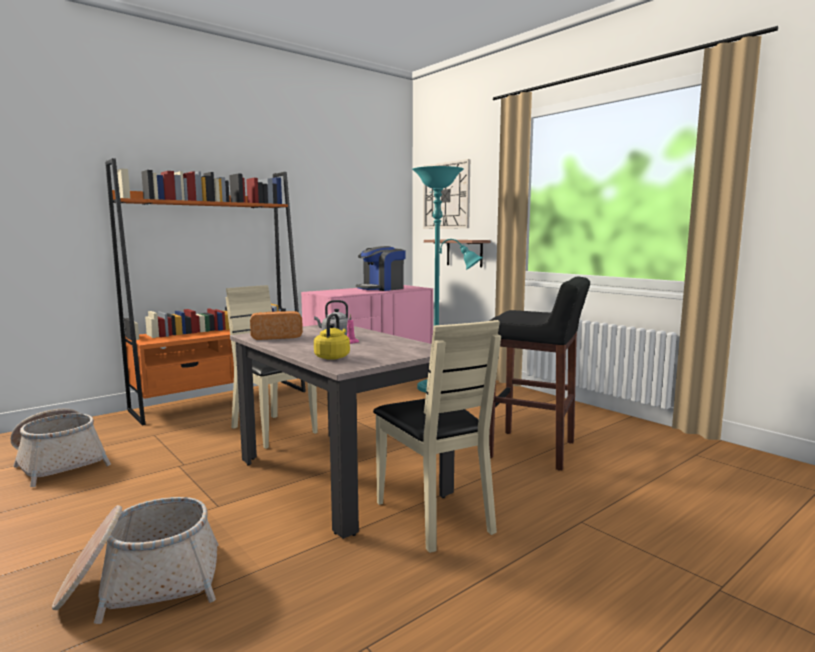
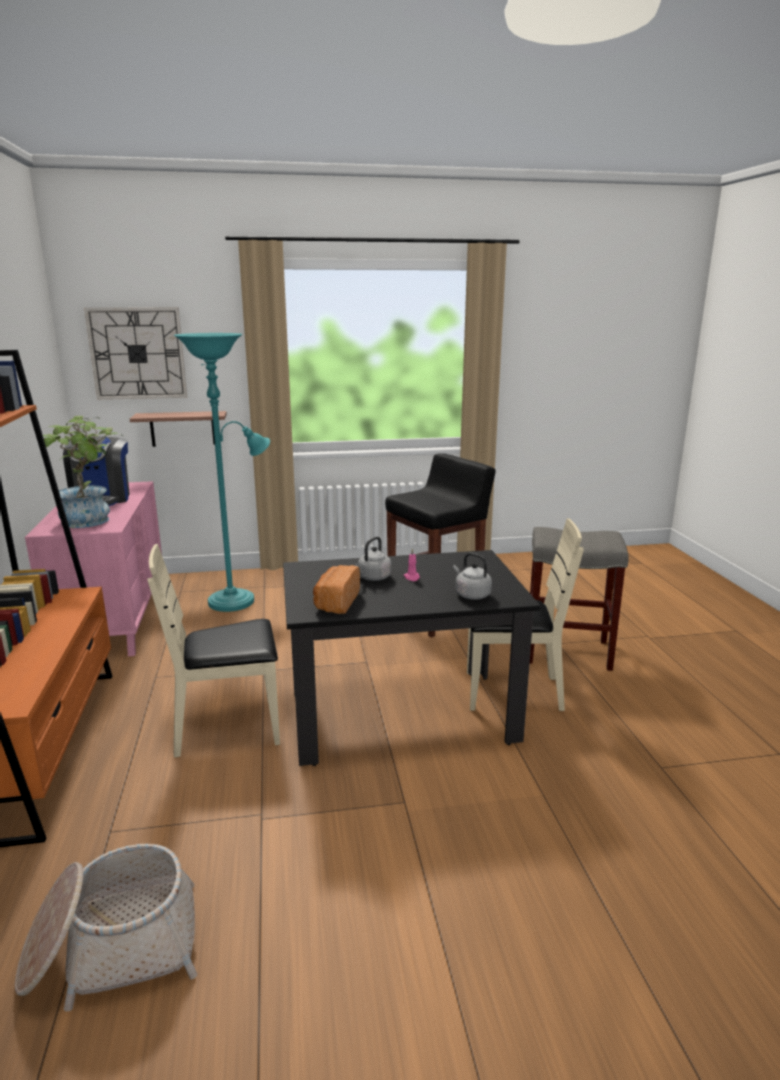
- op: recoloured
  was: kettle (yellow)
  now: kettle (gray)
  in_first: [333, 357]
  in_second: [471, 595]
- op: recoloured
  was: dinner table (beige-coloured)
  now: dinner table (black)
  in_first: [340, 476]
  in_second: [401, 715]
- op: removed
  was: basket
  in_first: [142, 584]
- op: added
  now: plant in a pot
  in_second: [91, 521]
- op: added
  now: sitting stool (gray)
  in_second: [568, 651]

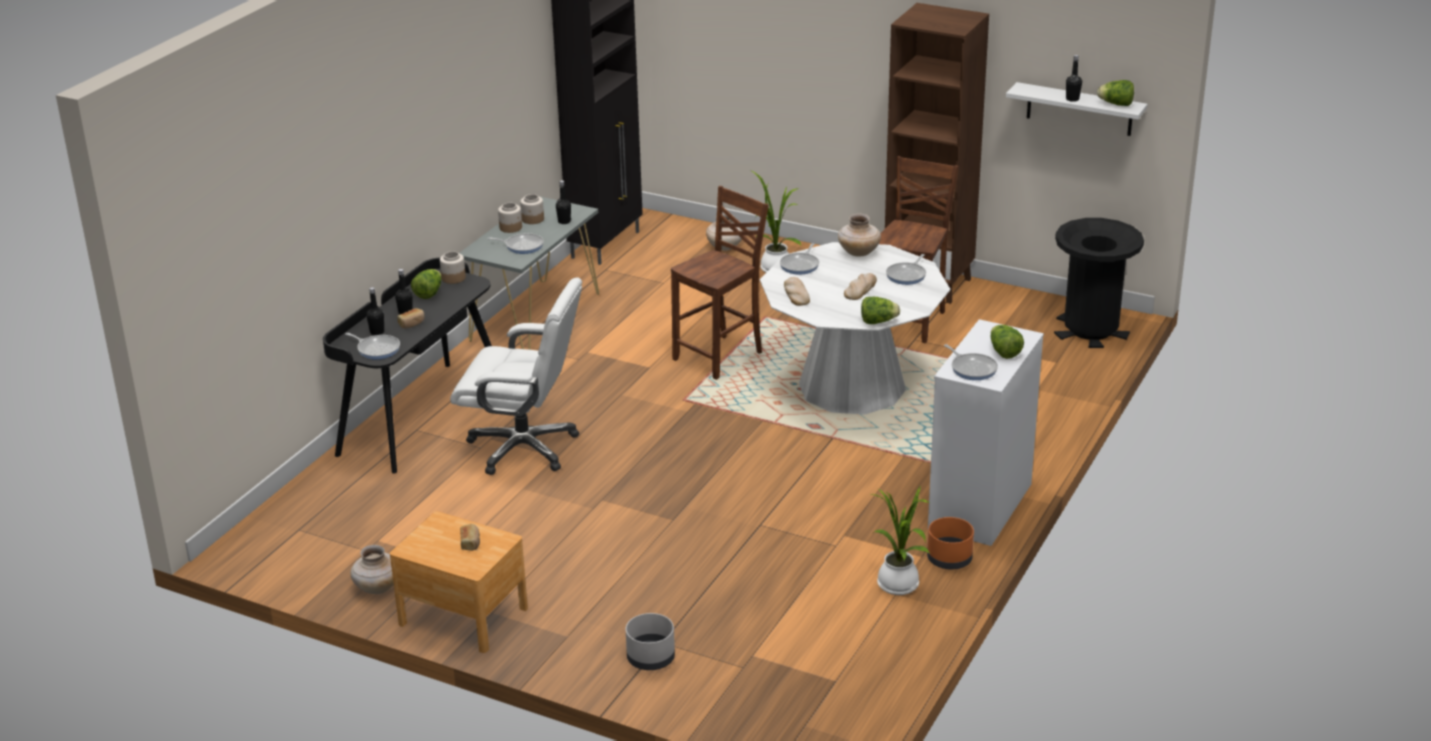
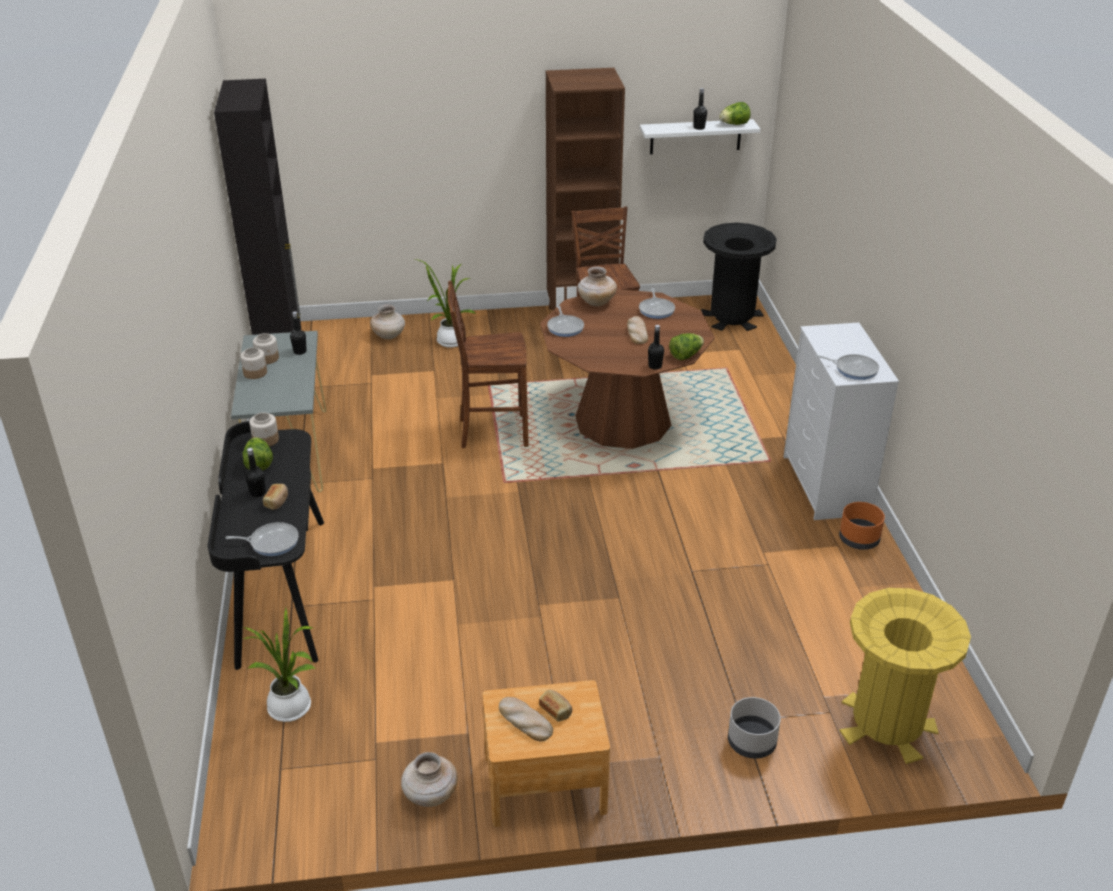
- op: turned
  was: chair (brown)
  in_first: [721, 356]
  in_second: [491, 432]
  clockwise: -105
- op: removed
  was: pan
  in_first: [522, 246]
- op: recoloured
  was: dinner table (whitish)
  now: dinner table (brown)
  in_first: [852, 387]
  in_second: [623, 421]
- op: removed
  was: office chair (whitish)
  in_first: [524, 447]
- op: moved
  was: bakery bread
  in_first: [796, 294]
  in_second: [524, 721]
- op: moved
  was: beverage bottle (black)
  in_first: [377, 332]
  in_second: [655, 366]
- op: removed
  was: lettuce
  in_first: [1004, 352]
- op: moved
  was: plant in a pot
  in_first: [899, 586]
  in_second: [292, 709]
- op: added
  now: trash can (yellow)
  in_second: [887, 724]

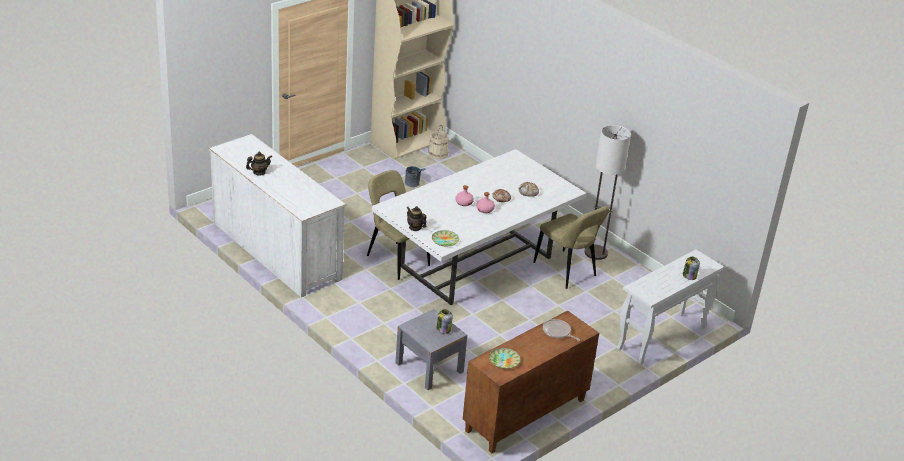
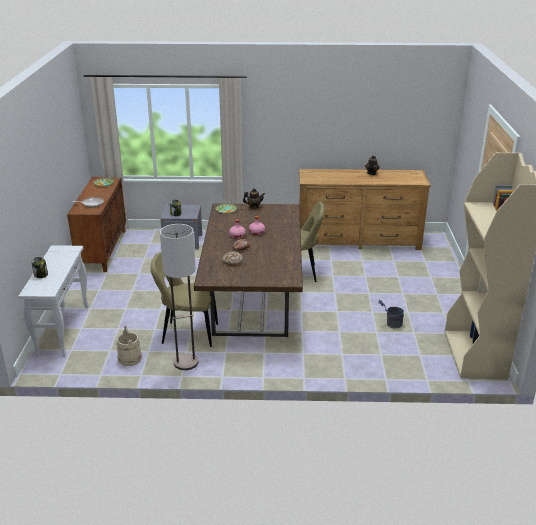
- op: moved
  was: pail (beige-coloured)
  in_first: [438, 154]
  in_second: [130, 358]
- op: recoloured
  was: drawer chest (whitish)
  now: drawer chest (brown)
  in_first: [276, 250]
  in_second: [358, 240]
- op: recoloured
  was: dinner table (whitish)
  now: dinner table (brown)
  in_first: [474, 262]
  in_second: [253, 300]

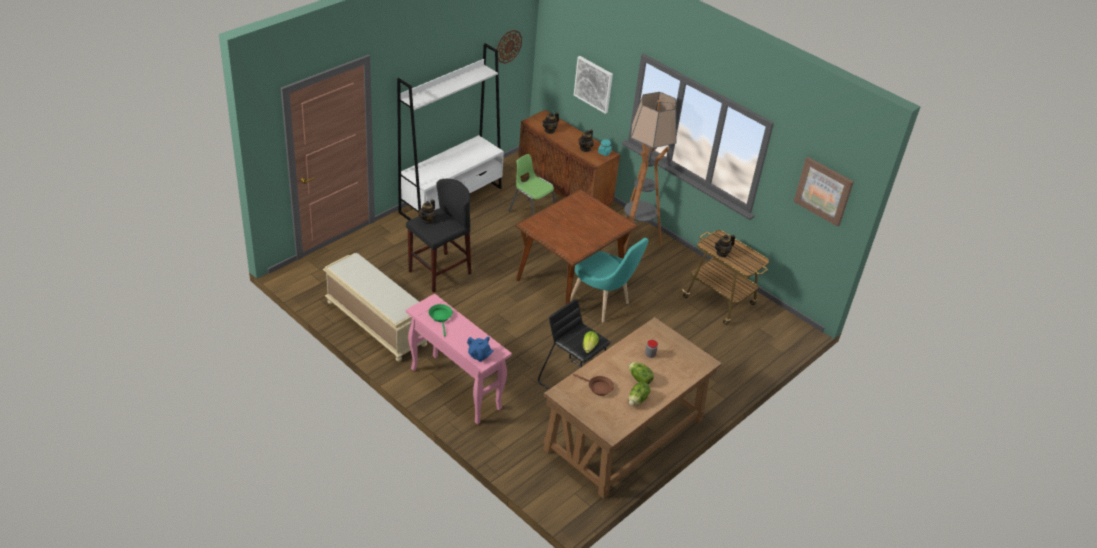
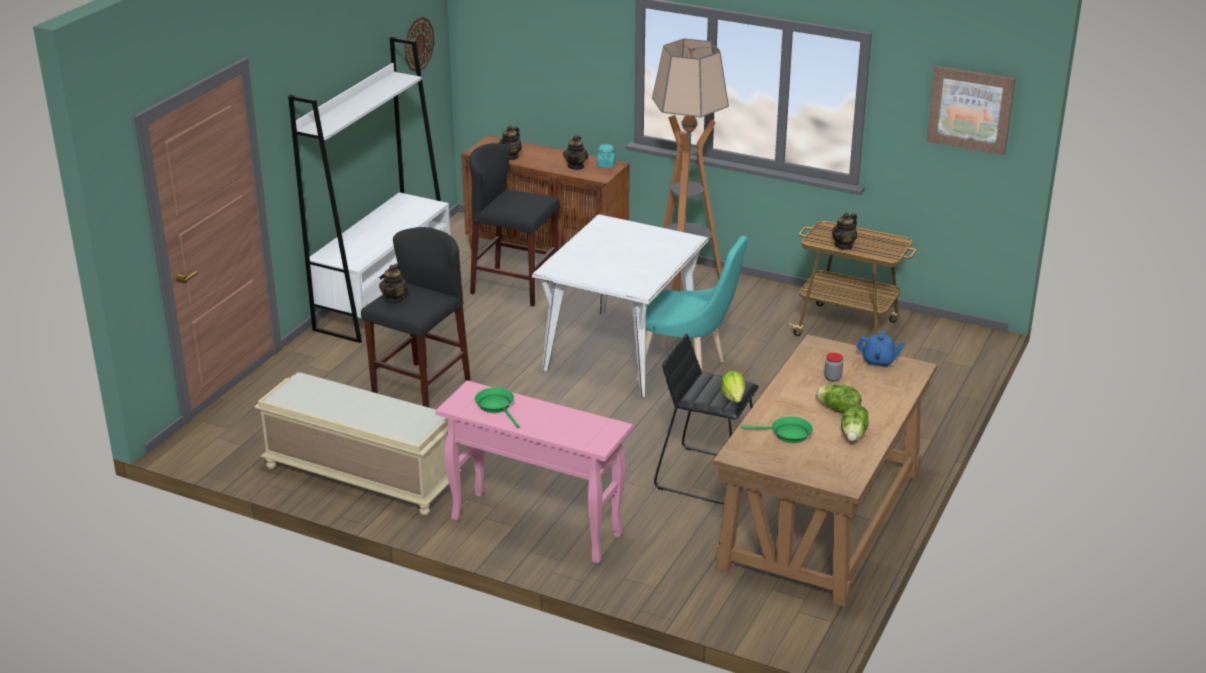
- op: removed
  was: picture
  in_first: [593, 84]
- op: replaced
  was: chair (greenish)
  now: sitting stool (black)
  in_first: [531, 213]
  in_second: [514, 287]
- op: recoloured
  was: dinner table (brown)
  now: dinner table (whitish)
  in_first: [570, 279]
  in_second: [621, 352]
- op: moved
  was: teapot (bluish)
  in_first: [479, 355]
  in_second: [878, 361]
- op: recoloured
  was: pan (brown)
  now: pan (greenish)
  in_first: [598, 388]
  in_second: [787, 434]

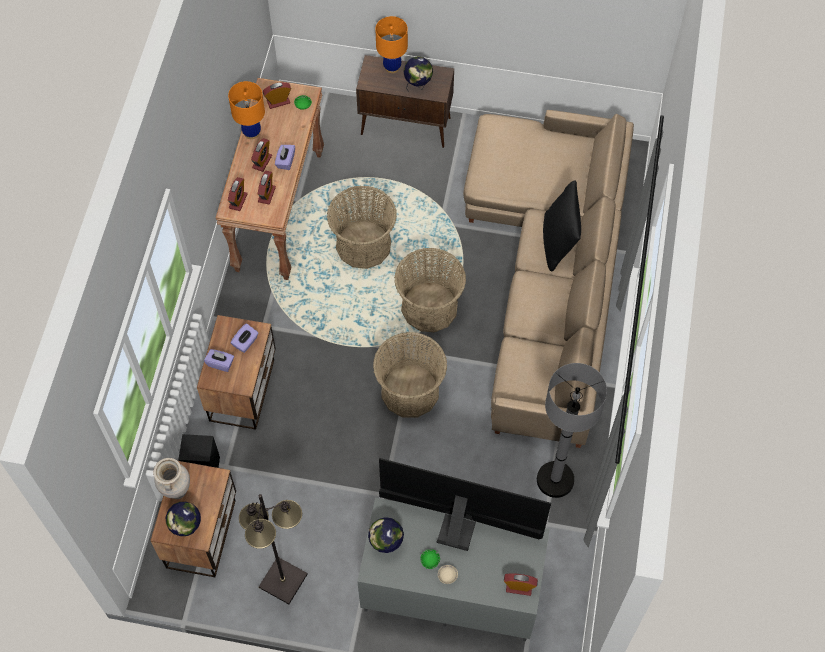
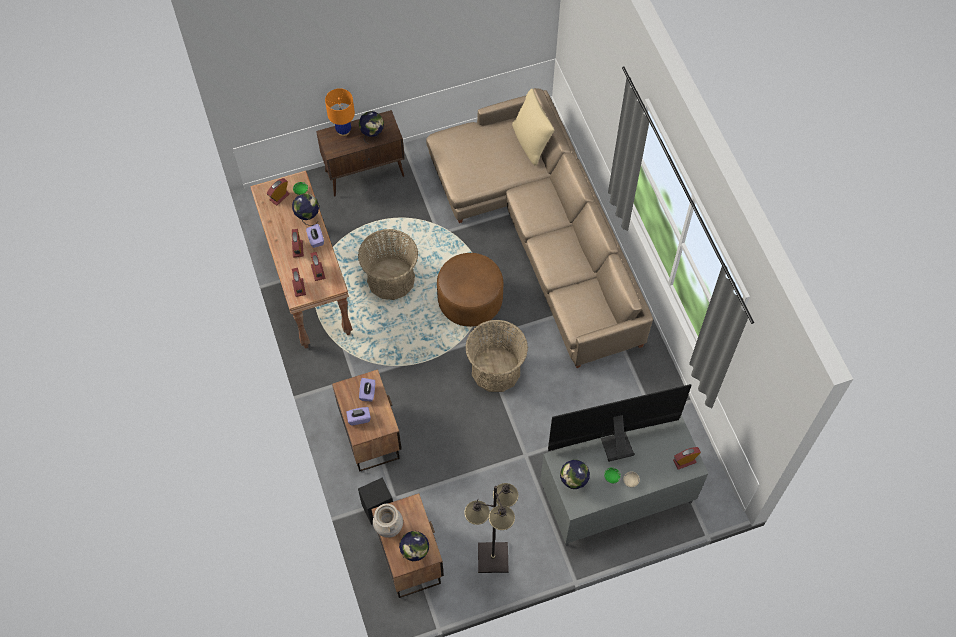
- op: removed
  was: tabletop lamp (orange)
  in_first: [252, 132]
- op: removed
  was: throw pillow (black)
  in_first: [558, 243]
- op: replaced
  was: basket
  now: ottoman (brown)
  in_first: [429, 307]
  in_second: [470, 301]
- op: removed
  was: standard lamp (gray)
  in_first: [555, 480]
- op: added
  now: throw pillow (beige-coloured)
  in_second: [531, 143]
- op: added
  now: world globe
  in_second: [308, 217]

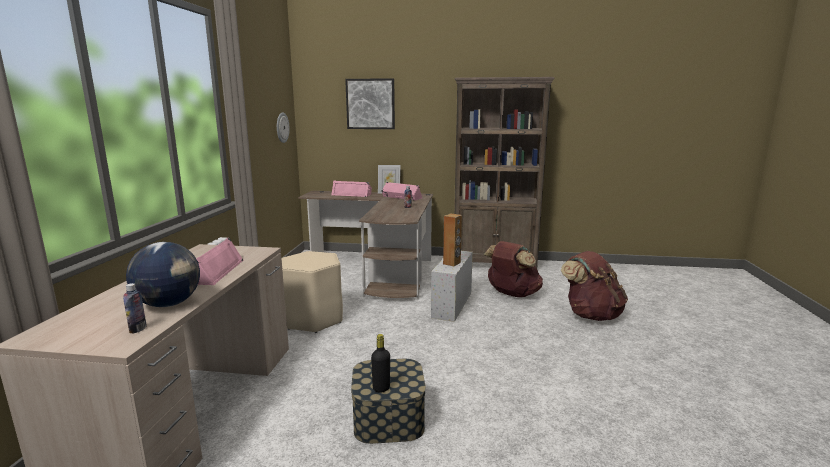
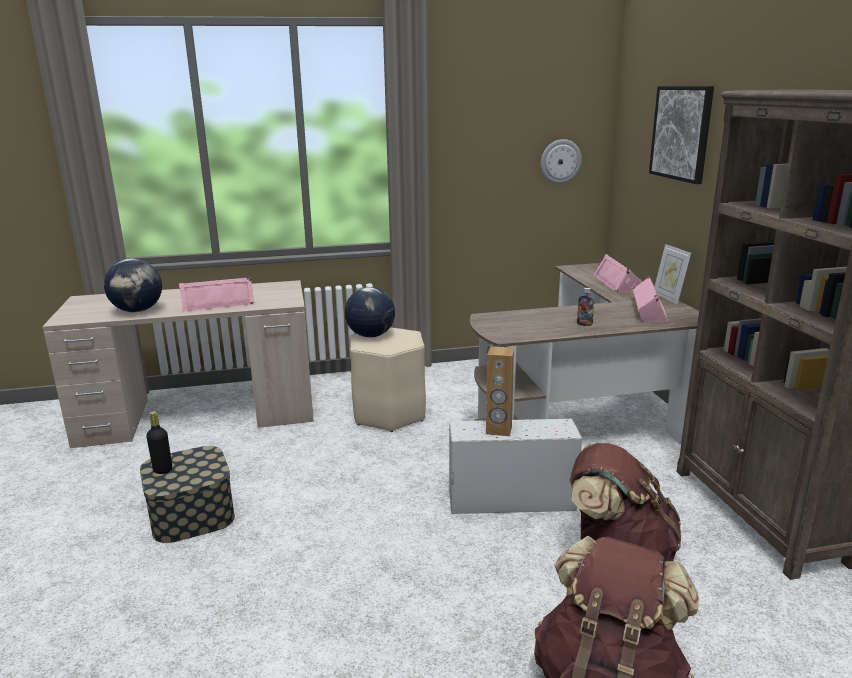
- op: removed
  was: beverage bottle
  in_first: [138, 329]
- op: added
  now: world globe
  in_second: [371, 335]

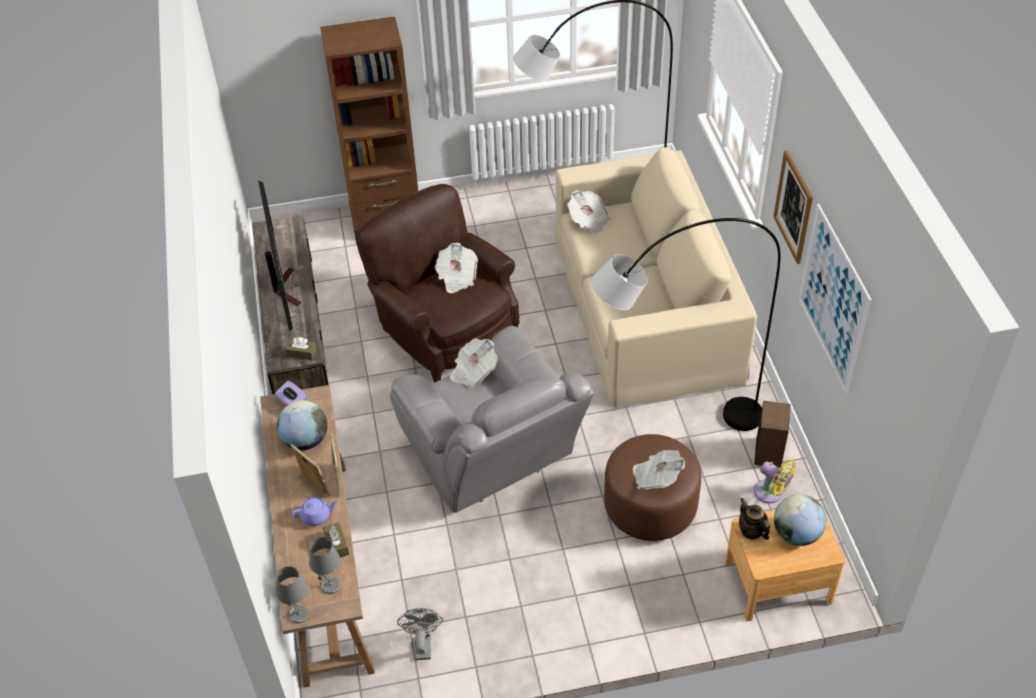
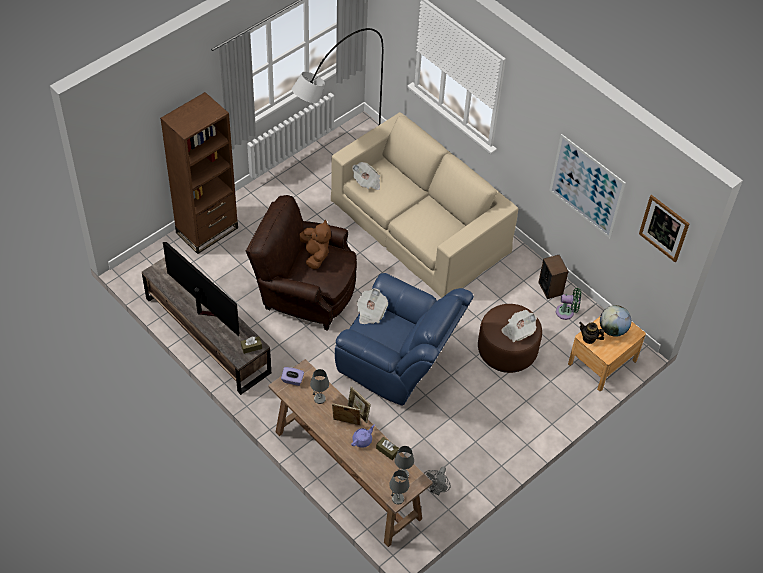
- op: moved
  was: picture
  in_first: [793, 207]
  in_second: [664, 228]
- op: removed
  was: standard lamp (gray)
  in_first: [670, 428]
- op: replaced
  was: daily paper
  now: soft toy (brown)
  in_first: [457, 277]
  in_second: [315, 255]
- op: recoloured
  was: easy chair (gray)
  now: easy chair (bluish)
  in_first: [494, 462]
  in_second: [399, 364]
- op: replaced
  was: world globe
  now: tabletop lamp (gray)
  in_first: [305, 440]
  in_second: [319, 399]
- op: recoloured
  was: fan (yellow)
  now: fan (greenish)
  in_first: [771, 493]
  in_second: [567, 312]
- op: turned
  was: fan (gray)
  in_first: [422, 644]
  in_second: [436, 489]
  clockwise: -120

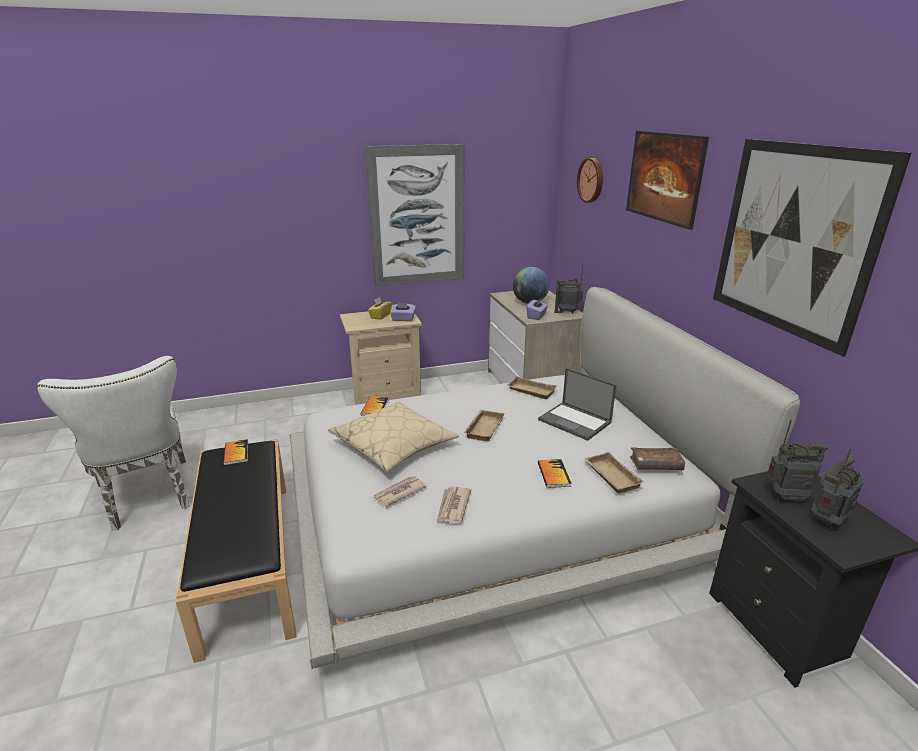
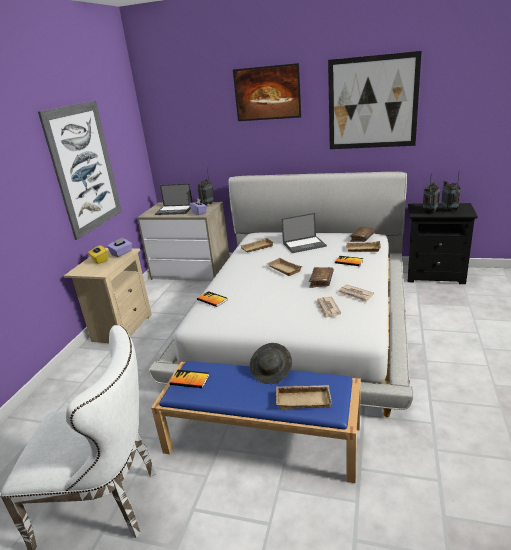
- op: removed
  was: clock on the wall
  in_first: [591, 180]
- op: replaced
  was: world globe
  now: portable computer
  in_first: [529, 302]
  in_second: [175, 210]
- op: removed
  was: throw pillow (beige-coloured)
  in_first: [393, 445]
- op: recoloured
  was: long seat (black)
  now: long seat (bluish)
  in_first: [249, 560]
  in_second: [263, 438]
- op: added
  now: book (brown)
  in_second: [321, 281]
- op: added
  now: wearable hat (gray)
  in_second: [272, 371]
- op: added
  now: tray (beige-coloured)
  in_second: [304, 399]

